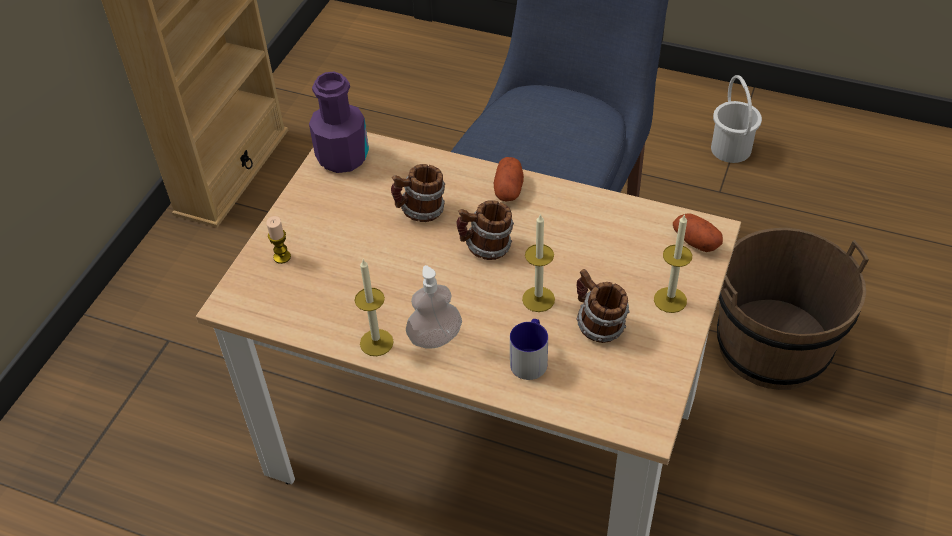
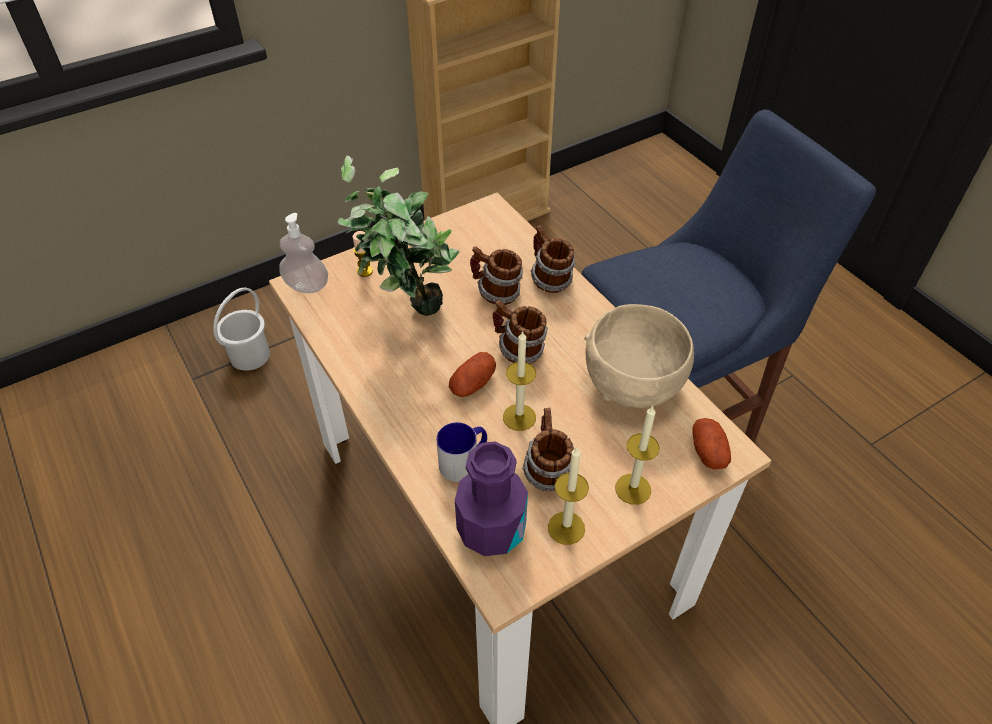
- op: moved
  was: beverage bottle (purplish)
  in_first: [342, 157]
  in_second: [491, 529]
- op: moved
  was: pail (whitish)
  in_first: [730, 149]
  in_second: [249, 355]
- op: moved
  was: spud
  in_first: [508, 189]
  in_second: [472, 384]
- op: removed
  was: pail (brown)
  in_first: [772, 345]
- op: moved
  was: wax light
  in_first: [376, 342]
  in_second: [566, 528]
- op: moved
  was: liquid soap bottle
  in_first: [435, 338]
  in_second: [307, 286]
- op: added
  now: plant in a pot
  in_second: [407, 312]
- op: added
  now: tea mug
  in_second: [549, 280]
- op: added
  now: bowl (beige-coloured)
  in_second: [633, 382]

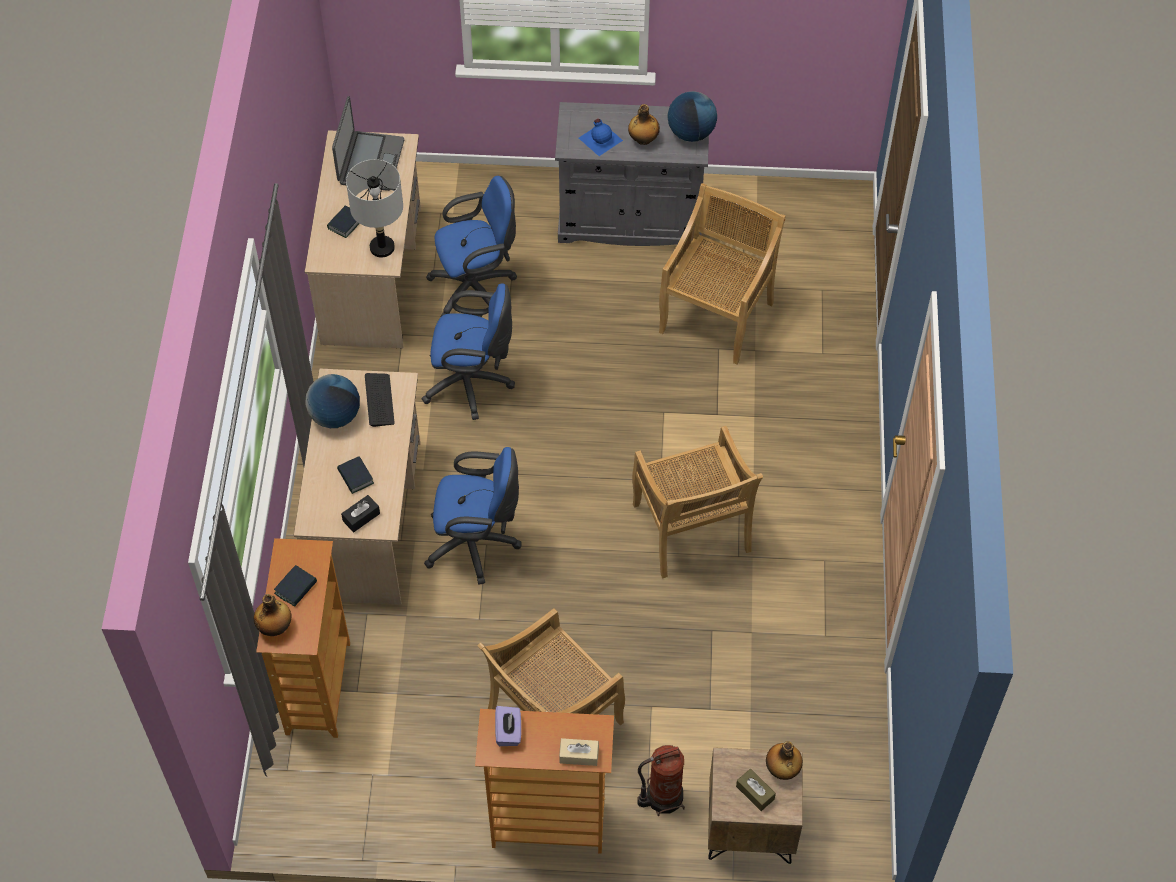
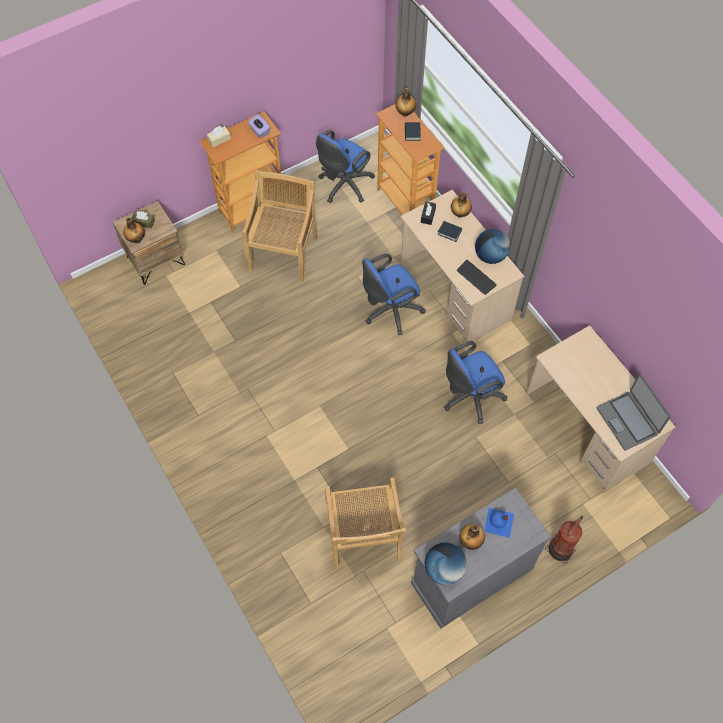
- op: removed
  was: tabletop lamp (gray)
  in_first: [382, 248]
- op: moved
  was: office chair (bluish)
  in_first: [477, 288]
  in_second: [343, 186]
- op: removed
  was: book
  in_first: [345, 224]
- op: removed
  was: chair (beige-coloured)
  in_first: [692, 530]
- op: moved
  was: extinguisher
  in_first: [662, 796]
  in_second: [561, 548]
- op: added
  now: beverage bottle
  in_second: [460, 214]

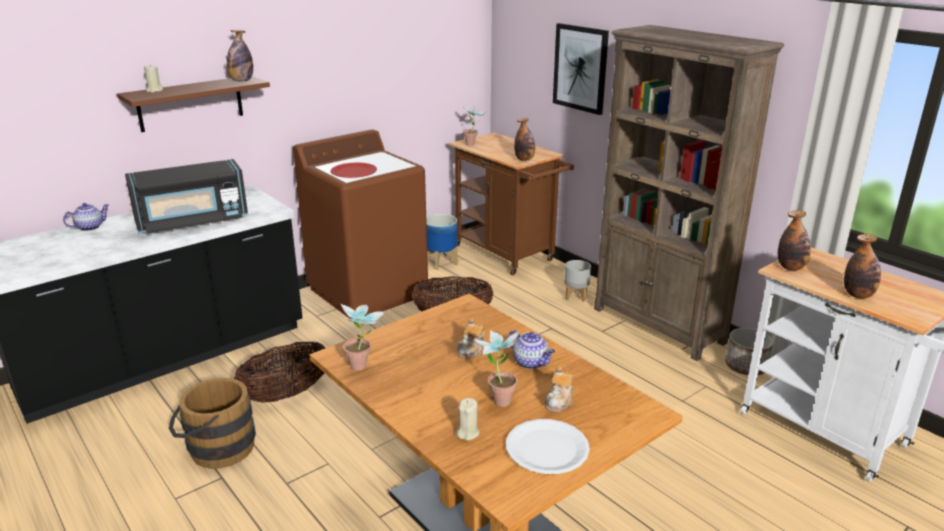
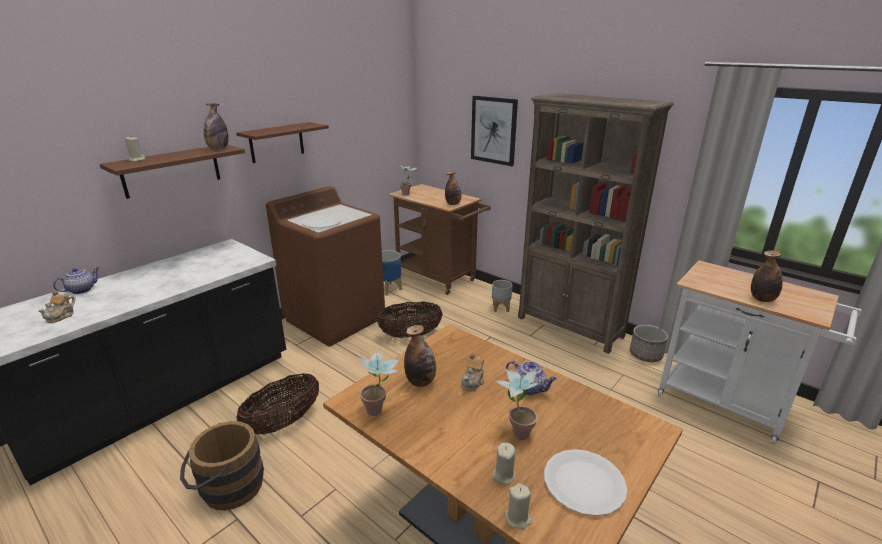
- op: removed
  was: microwave (black)
  in_first: [192, 221]
- op: recoloured
  was: dinner plate (red)
  now: dinner plate (whitish)
  in_first: [354, 172]
  in_second: [322, 222]
- op: moved
  was: beverage bottle
  in_first: [790, 267]
  in_second: [421, 381]
- op: moved
  was: teapot
  in_first: [559, 402]
  in_second: [61, 316]
- op: added
  now: shelf (brown)
  in_second: [277, 142]
- op: added
  now: wax light (beige-coloured)
  in_second: [518, 518]

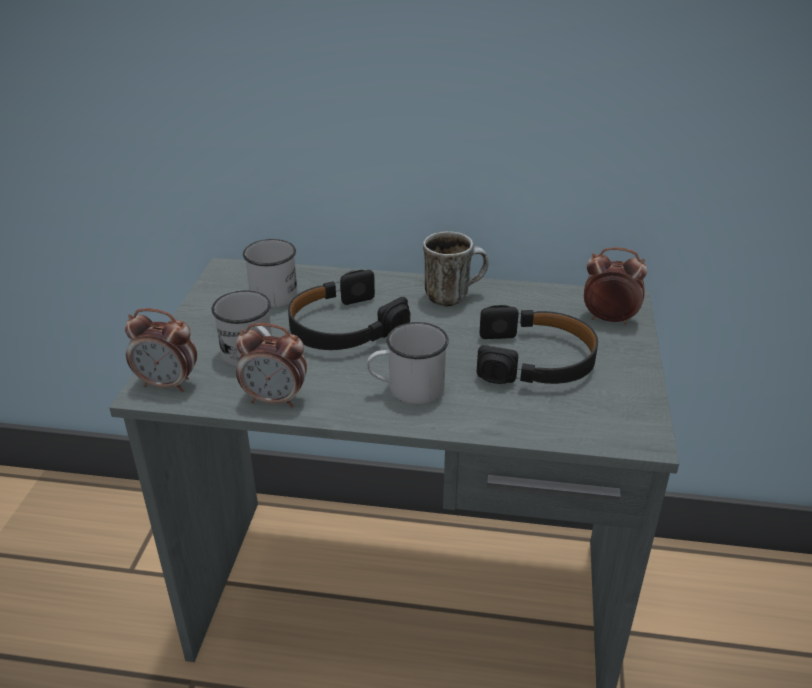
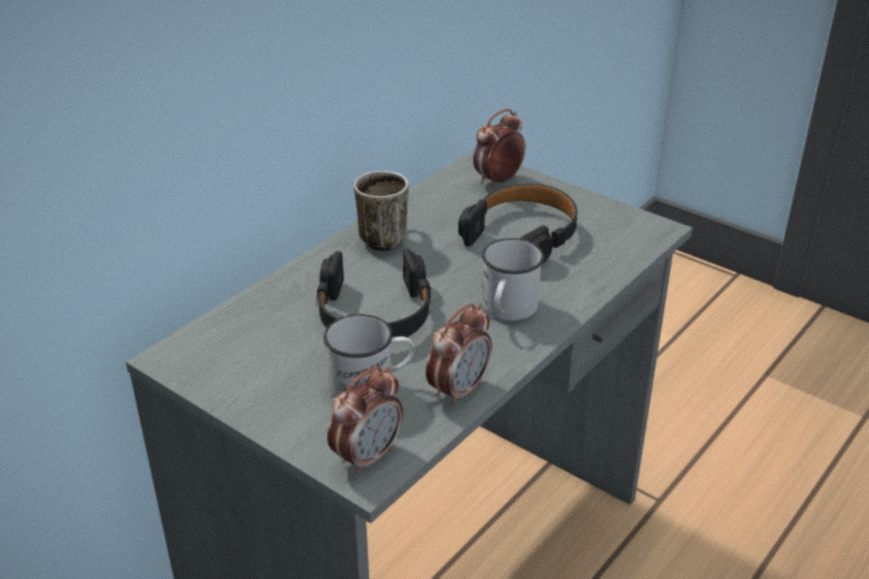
- op: removed
  was: tea mug (whitish)
  in_first: [274, 292]

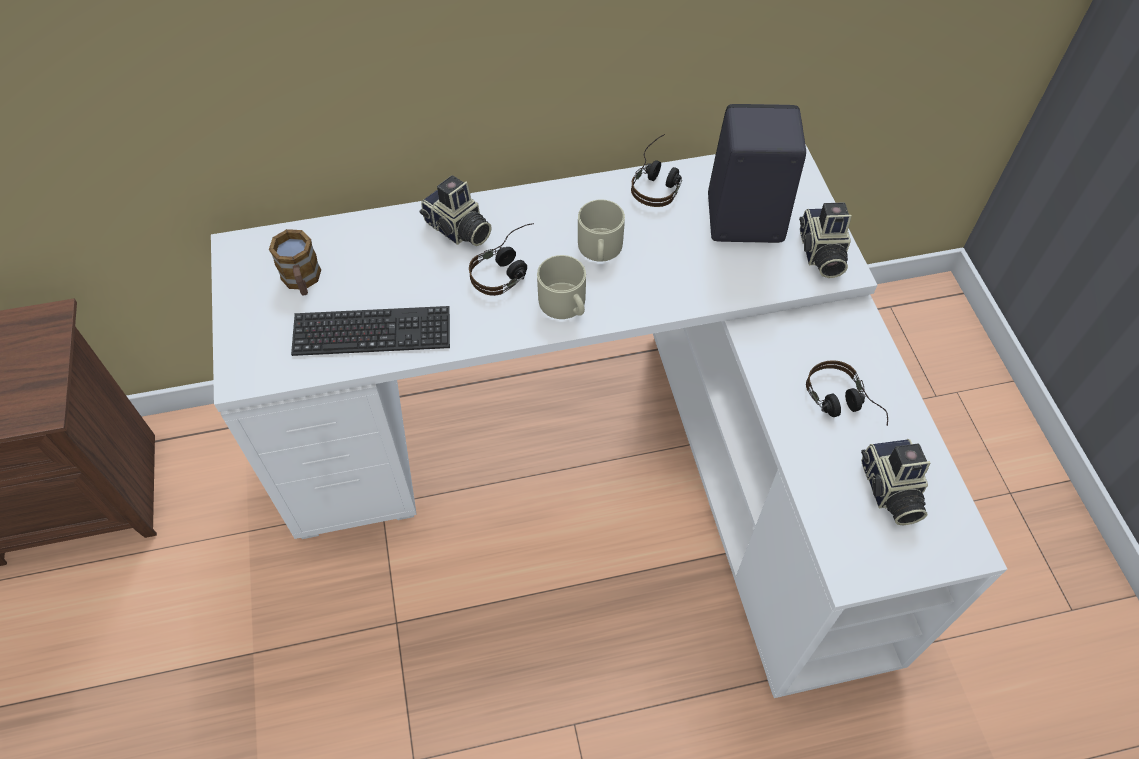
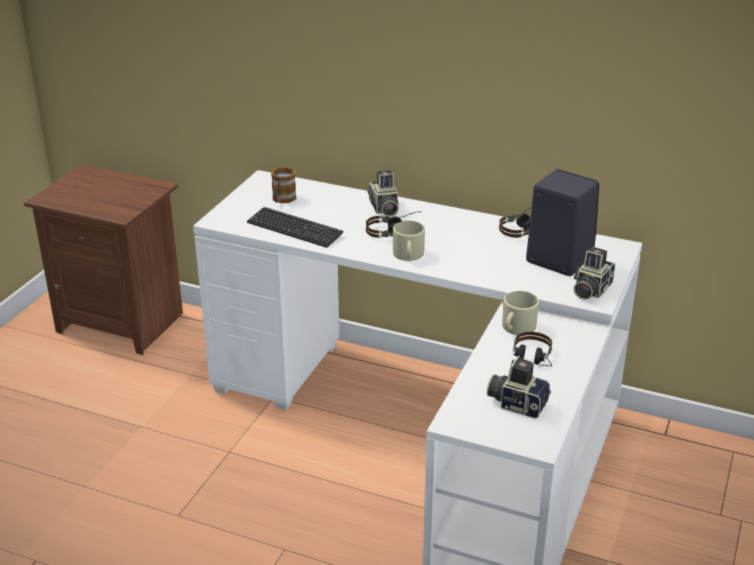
- op: moved
  was: tea mug (beige-coloured)
  in_first: [600, 249]
  in_second: [516, 328]
- op: turned
  was: photo camera
  in_first: [889, 491]
  in_second: [517, 403]
  clockwise: 90

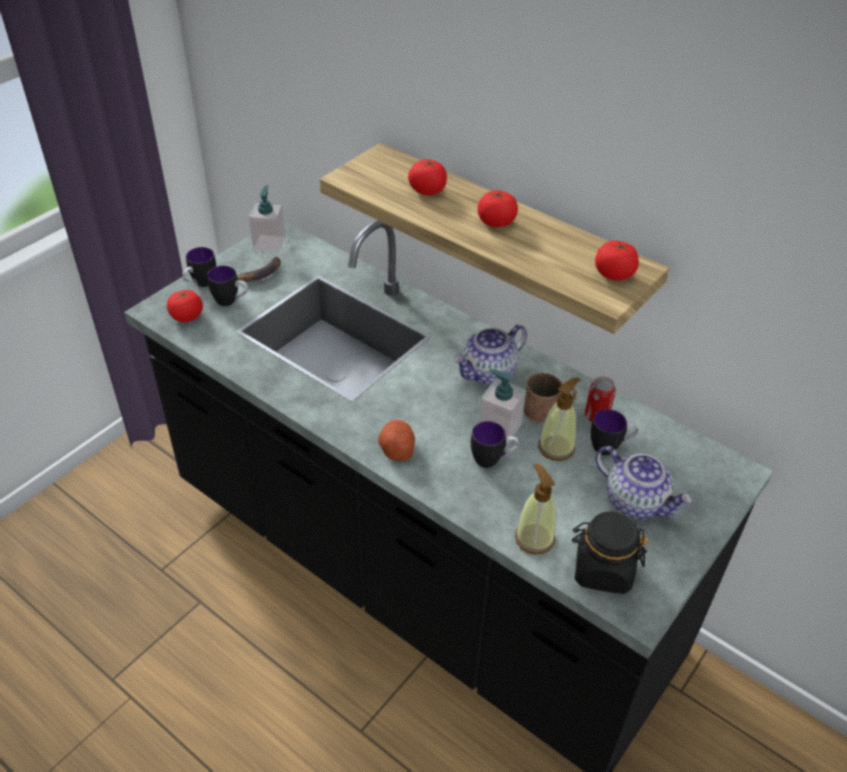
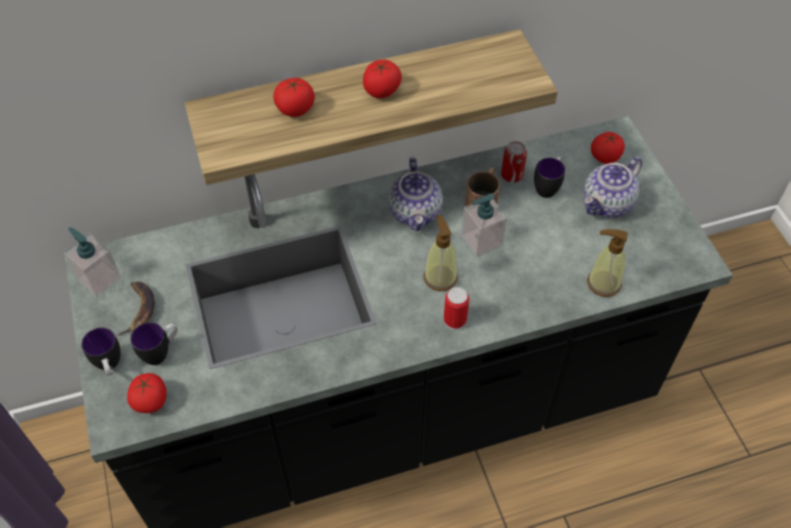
- op: moved
  was: tomato
  in_first: [614, 274]
  in_second: [605, 157]
- op: moved
  was: liquid soap bottle
  in_first: [556, 447]
  in_second: [440, 277]
- op: replaced
  was: spud
  now: can
  in_first: [396, 449]
  in_second: [455, 320]
- op: removed
  was: tea mug
  in_first: [492, 460]
- op: turned
  was: teapot
  in_first: [636, 501]
  in_second: [607, 204]
  clockwise: 150
- op: removed
  was: storage jar (black)
  in_first: [602, 570]

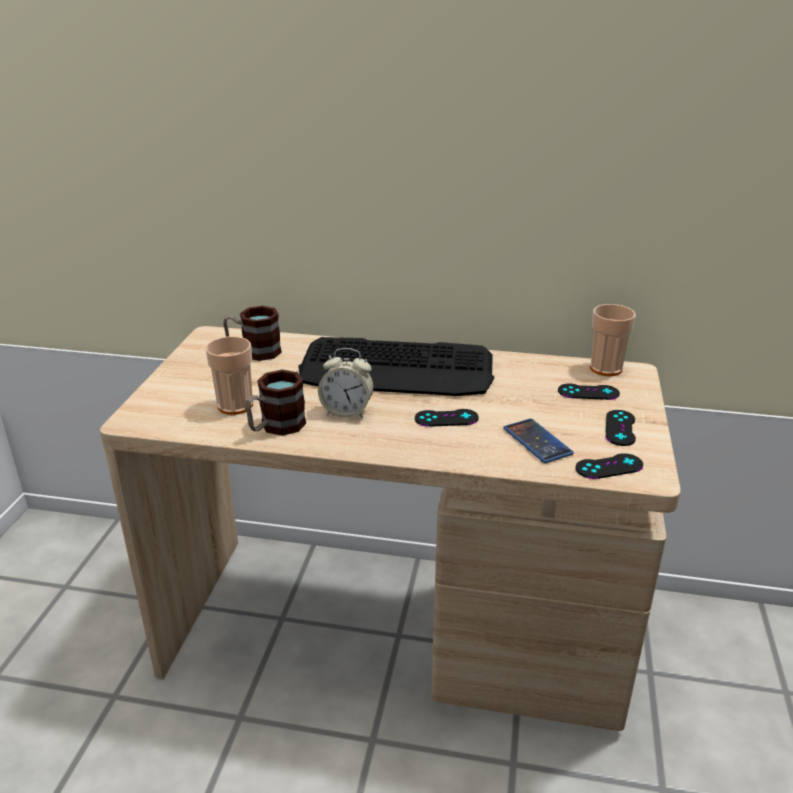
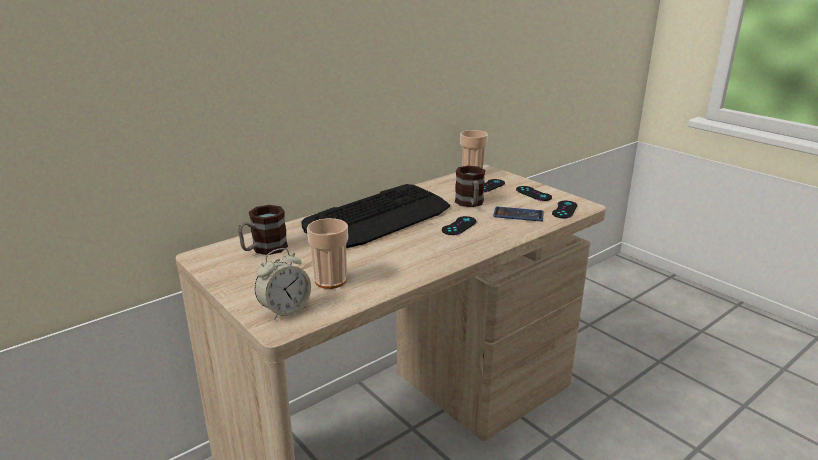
- op: moved
  was: alarm clock
  in_first: [347, 412]
  in_second: [285, 310]
- op: moved
  was: tea mug
  in_first: [276, 427]
  in_second: [470, 204]

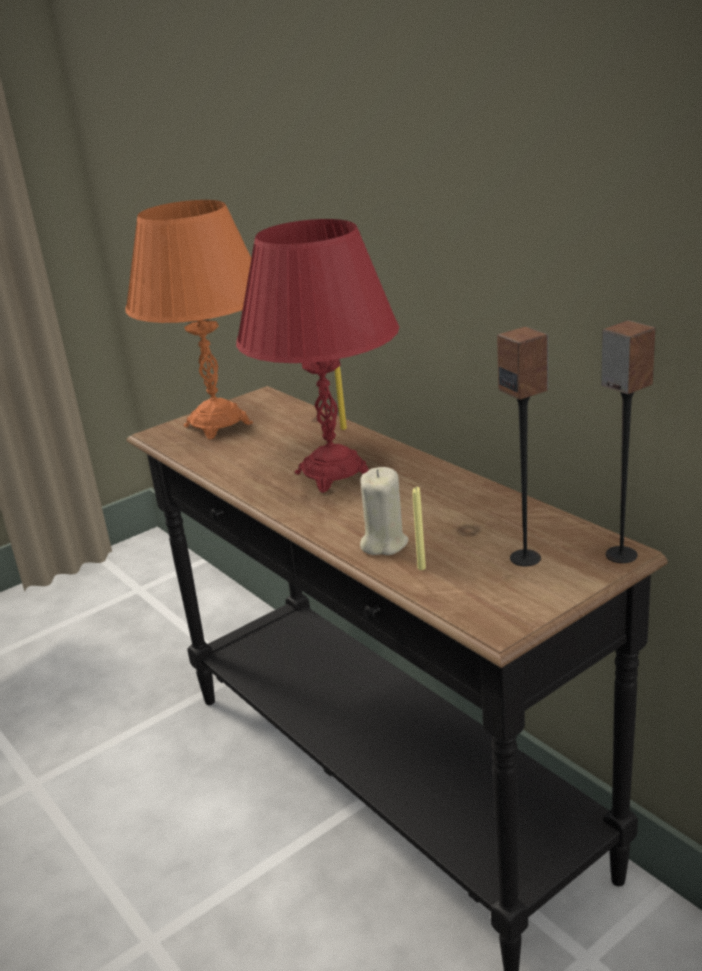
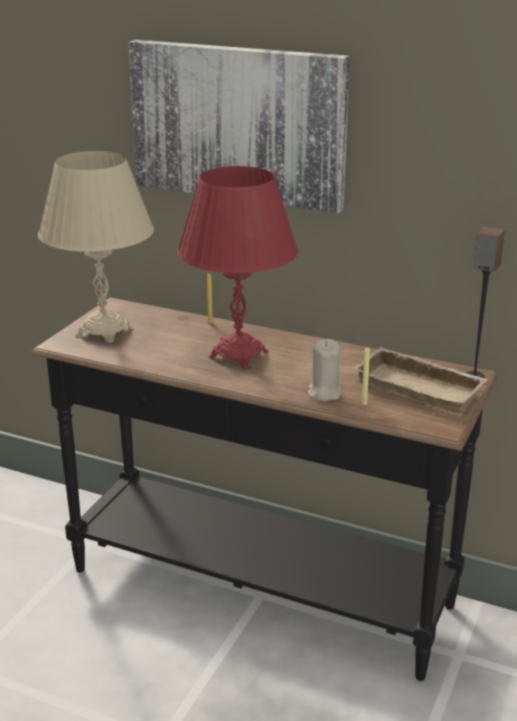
- op: recoloured
  was: tabletop lamp (orange)
  now: tabletop lamp (beige-coloured)
  in_first: [218, 425]
  in_second: [104, 331]
- op: replaced
  was: loudspeaker
  now: tray (beige-coloured)
  in_first: [526, 558]
  in_second: [421, 387]
- op: added
  now: picture
  in_second: [238, 123]

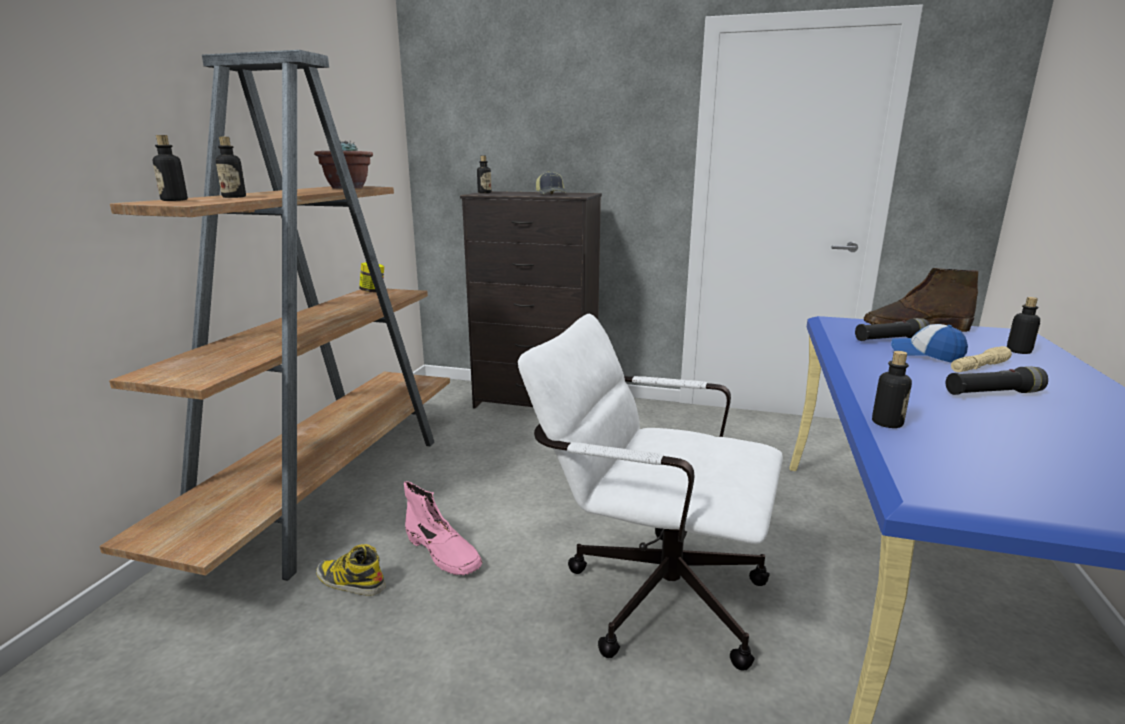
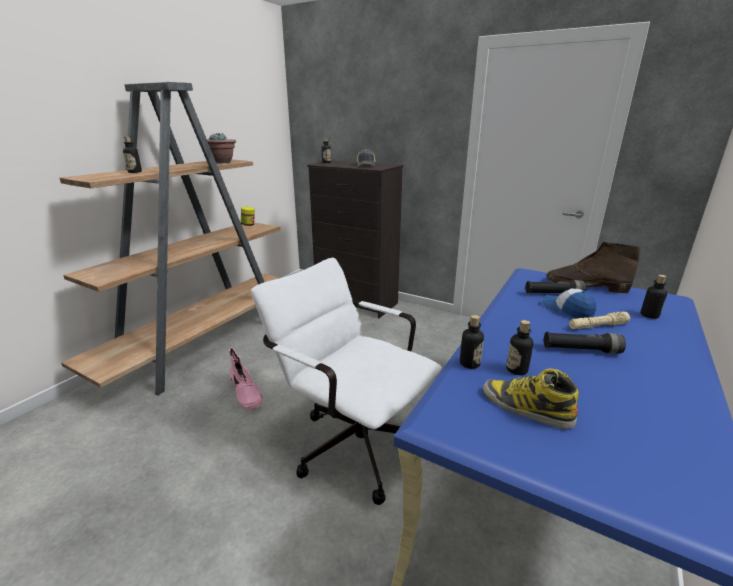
- op: moved
  was: beverage bottle
  in_first: [174, 200]
  in_second: [516, 370]
- op: moved
  was: tall boot
  in_first: [350, 581]
  in_second: [526, 407]

